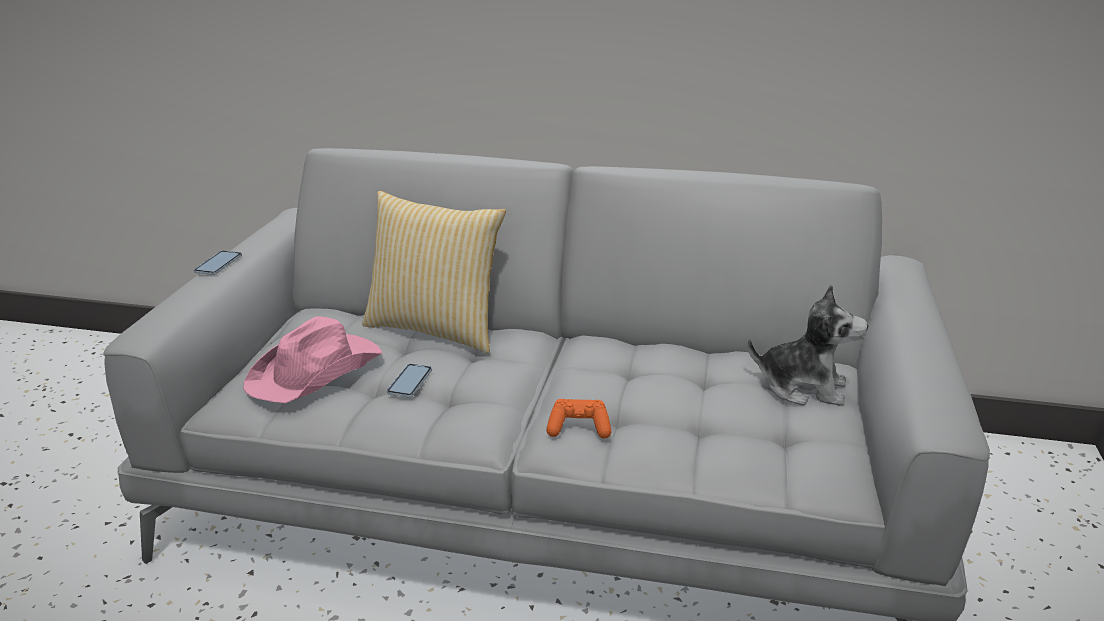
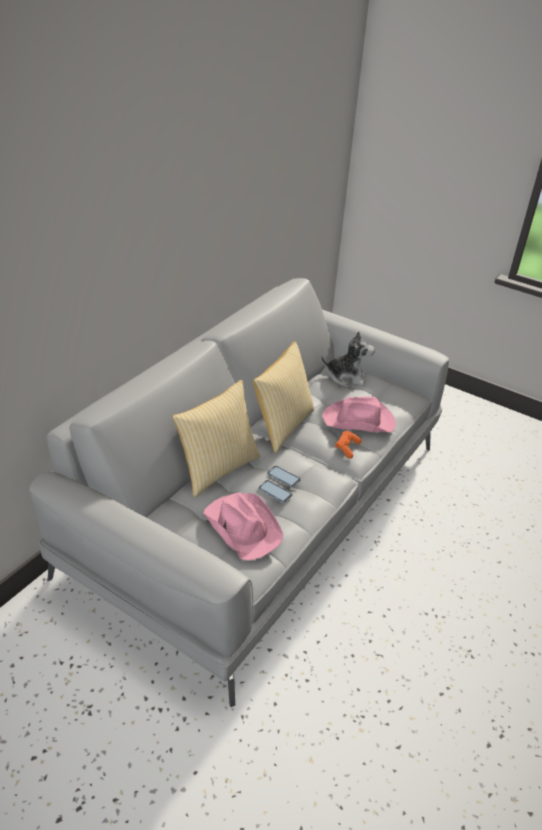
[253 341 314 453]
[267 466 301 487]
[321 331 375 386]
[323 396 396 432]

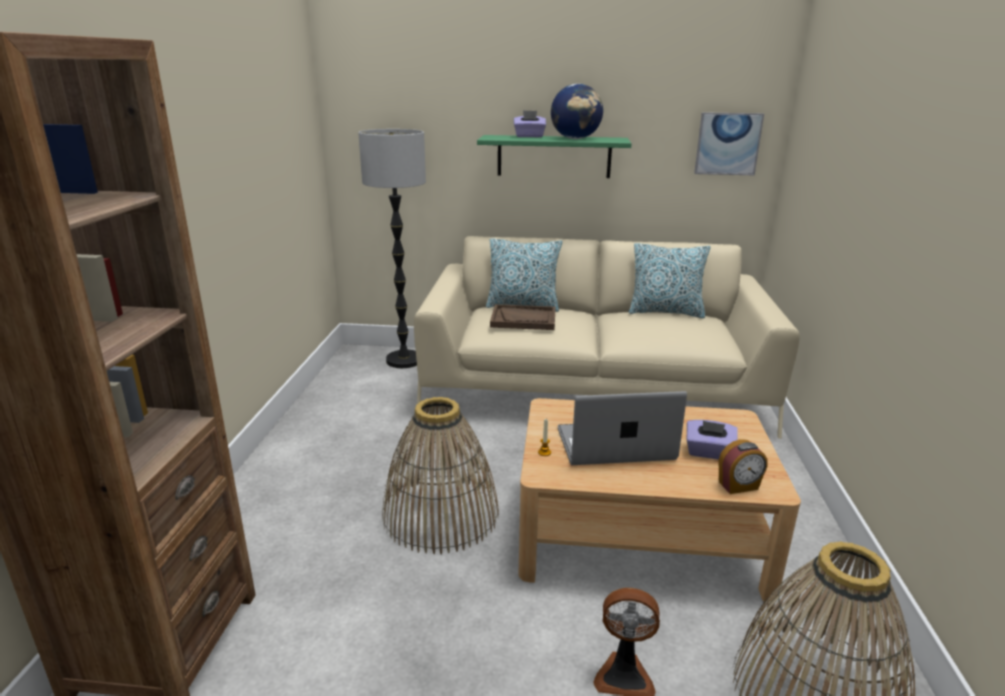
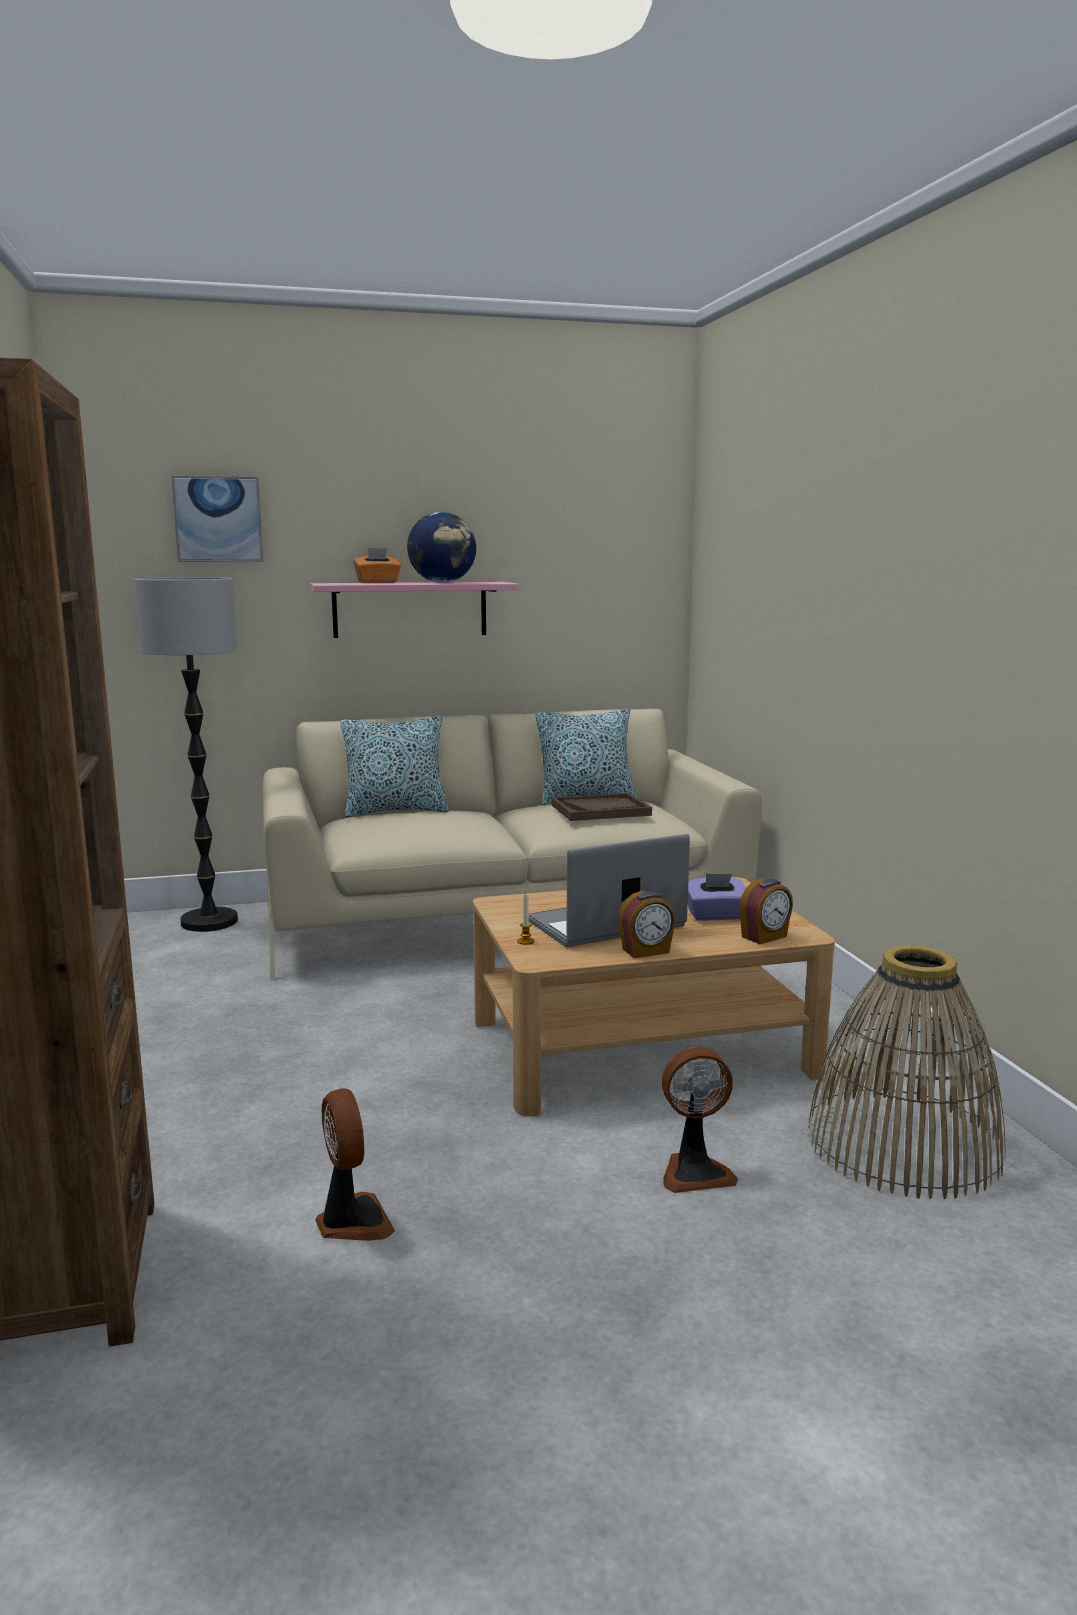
[171 476 263 562]
[310 582 519 638]
[315 1088 395 1241]
[353 548 401 583]
[552 793 652 821]
[618 891 676 958]
[382 397 499 554] (first image)

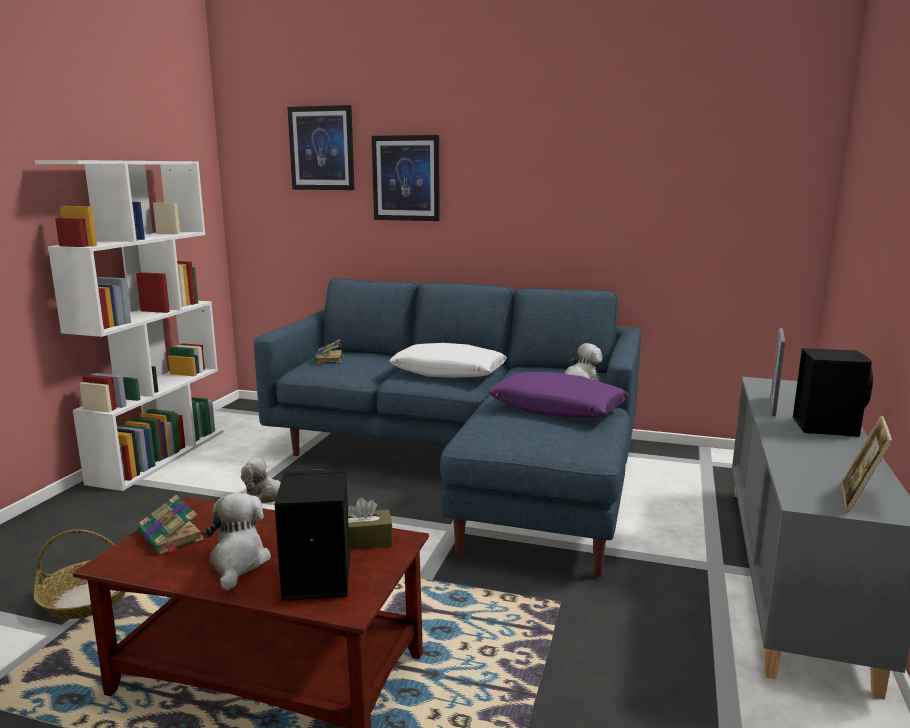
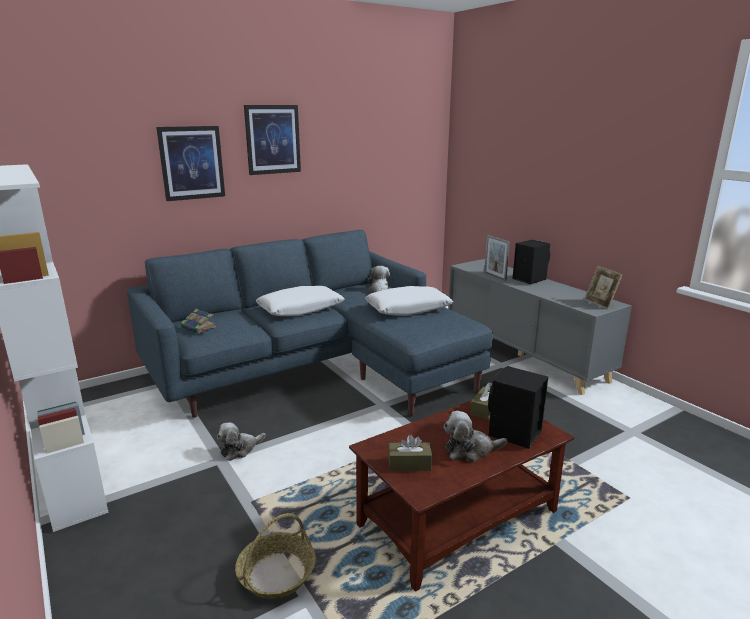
[244 105 301 175]
[365 286 453 316]
[388 435 432 471]
[444 411 507 462]

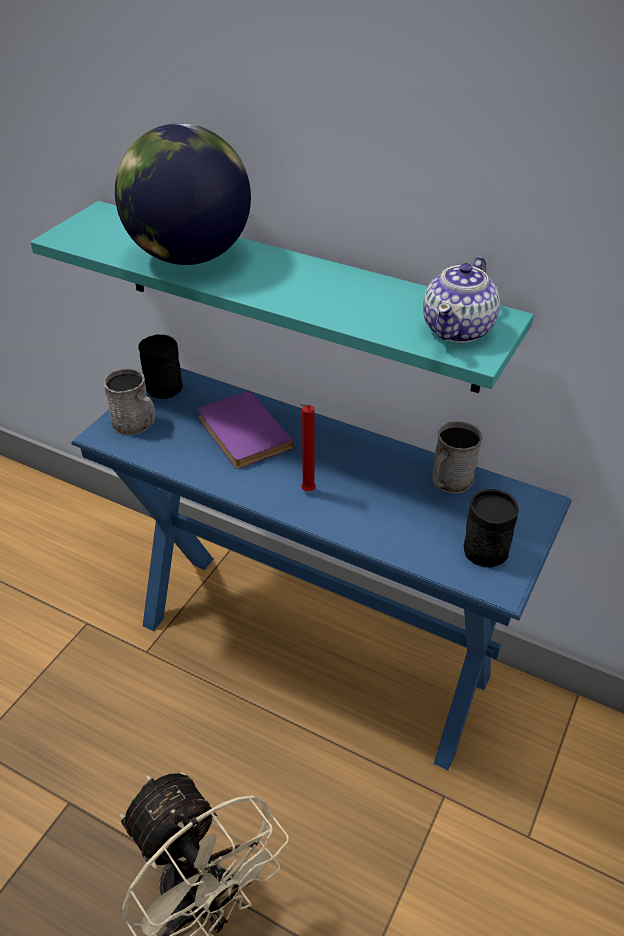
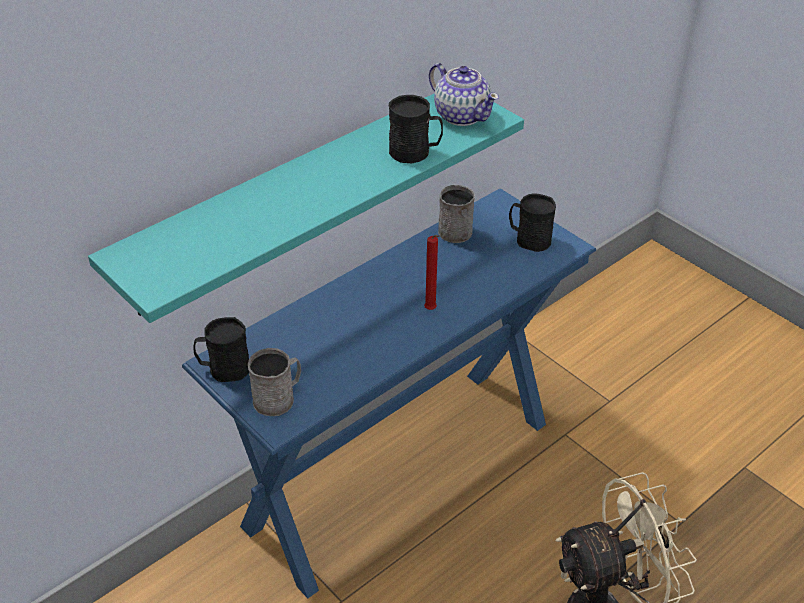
[388 95 443 163]
[115 123 251 265] (first image)
[198 390 294 469] (first image)

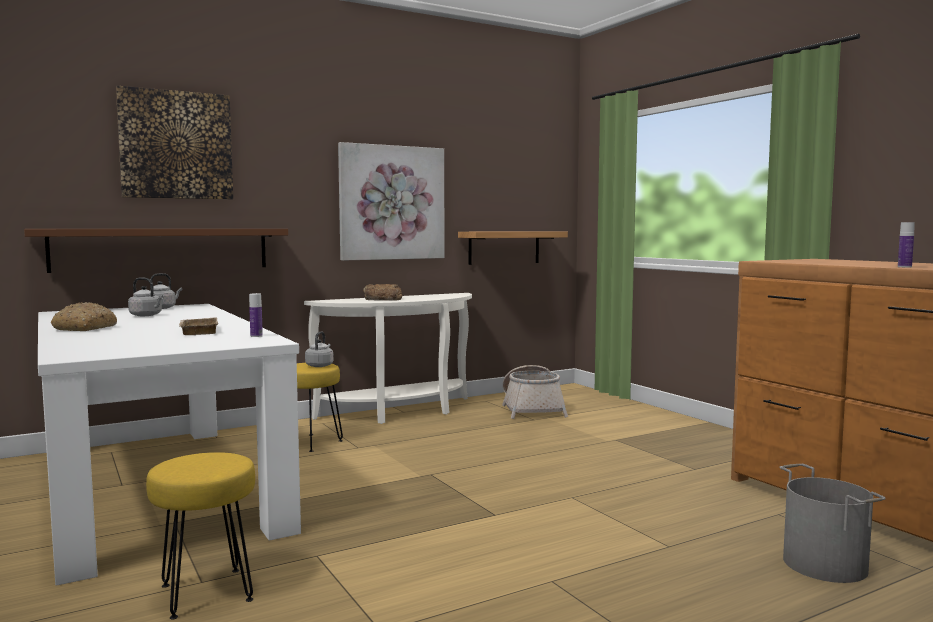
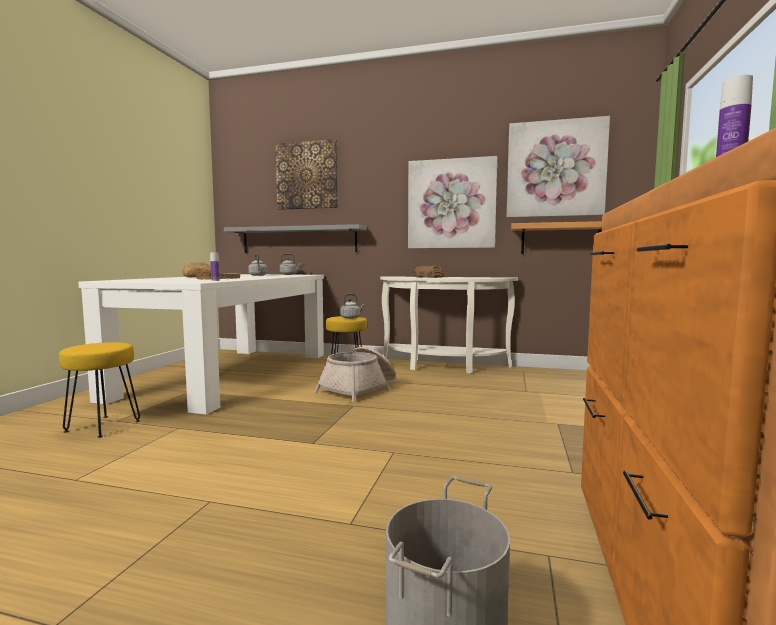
[224 224 366 253]
[314 347 396 402]
[507 116 610 218]

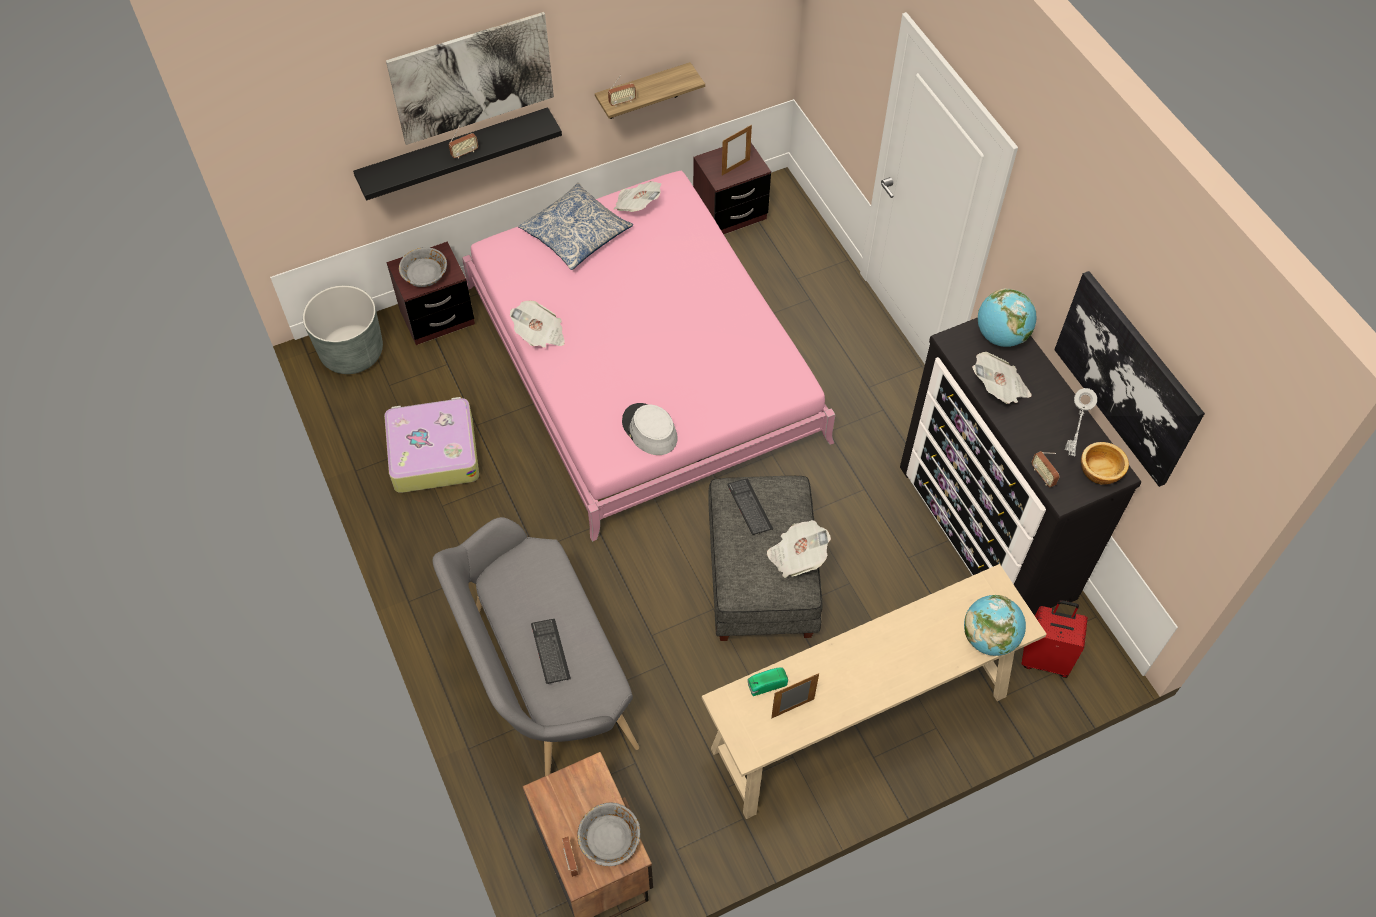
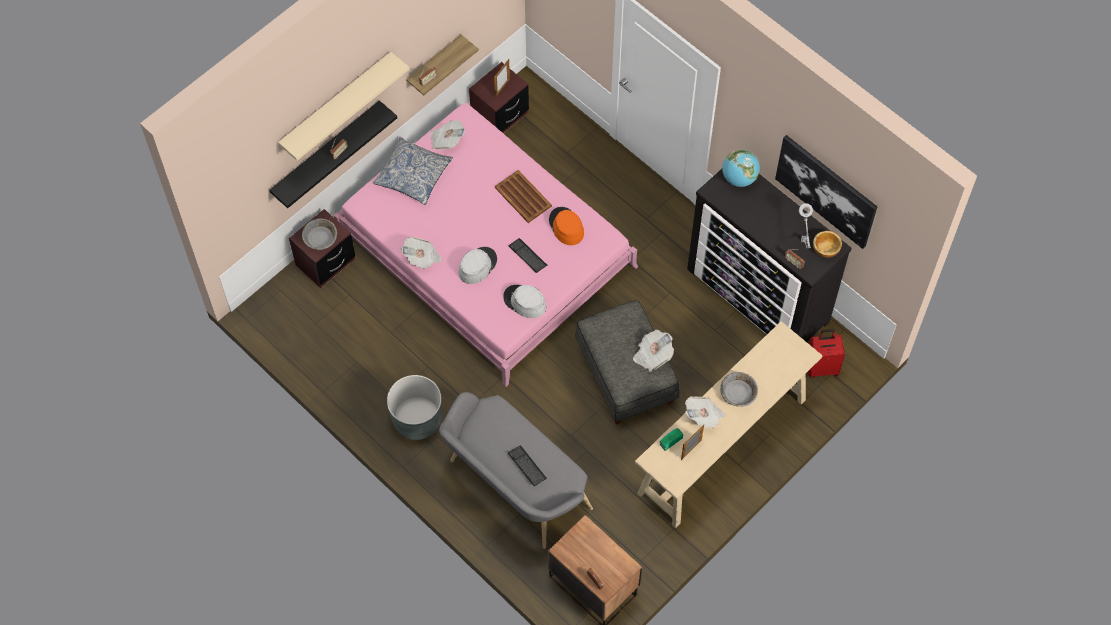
[278 52 409 161]
[387 375 442 440]
[458 247 497 284]
[495 170 552 223]
[509 238 547 273]
[549 207 584 245]
[685 397 725 429]
[720 372 758 407]
[384 397 479 493] (first image)
[964 595 1026 656] (first image)

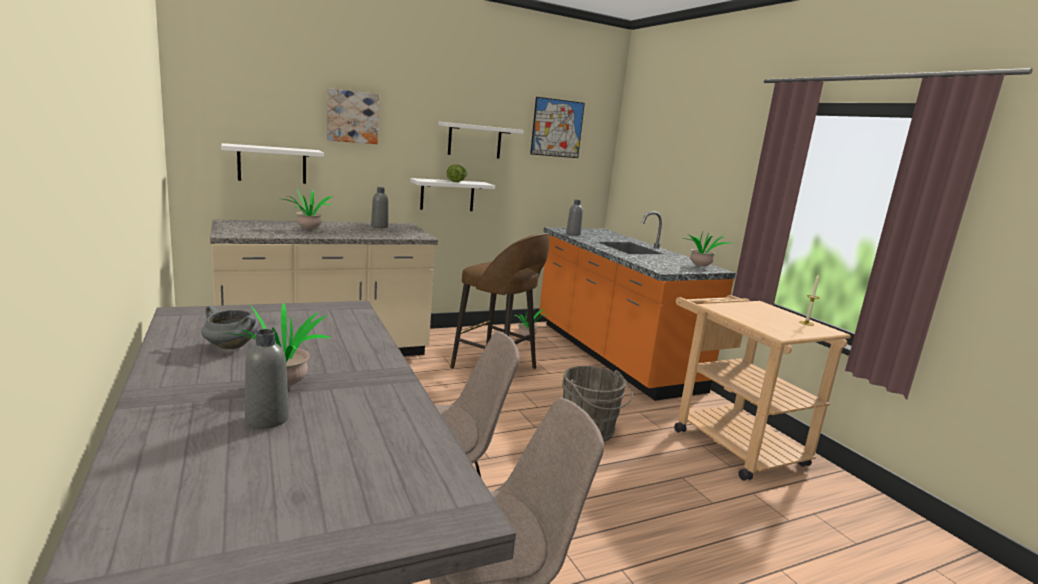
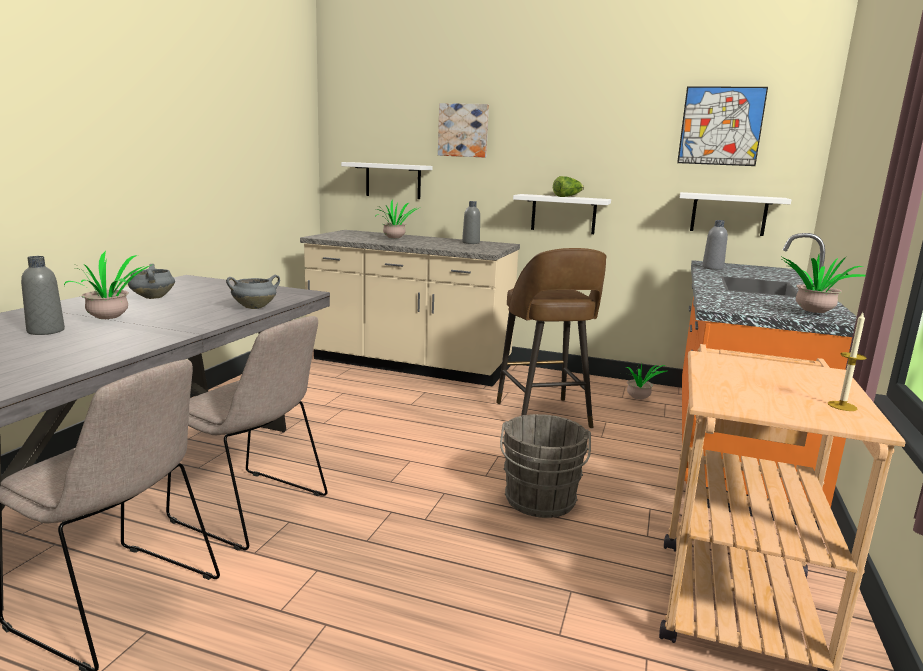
[226 275 280 309]
[680 192 791 236]

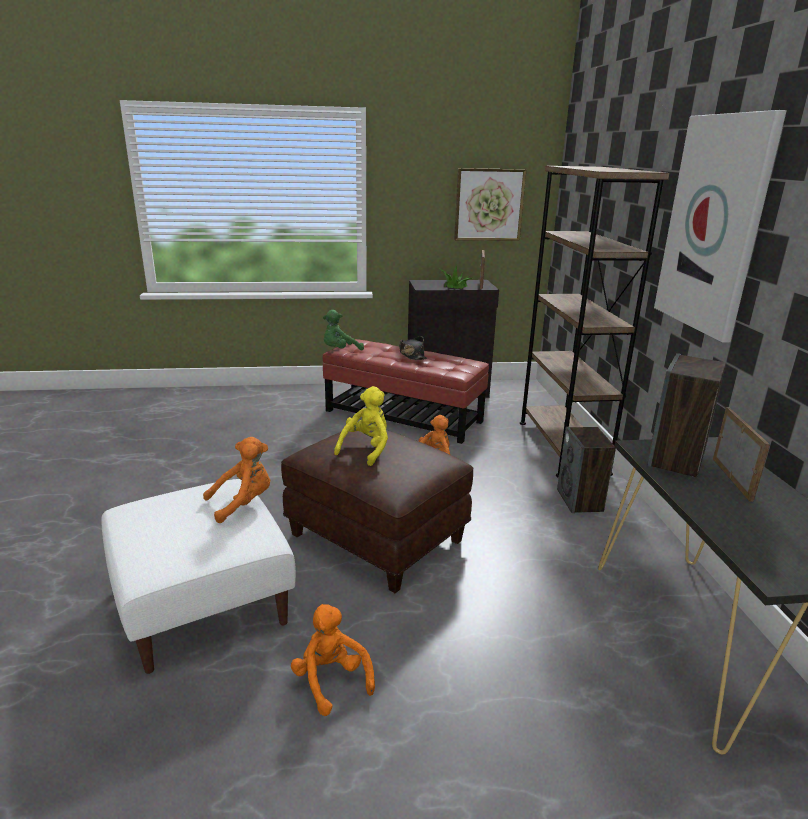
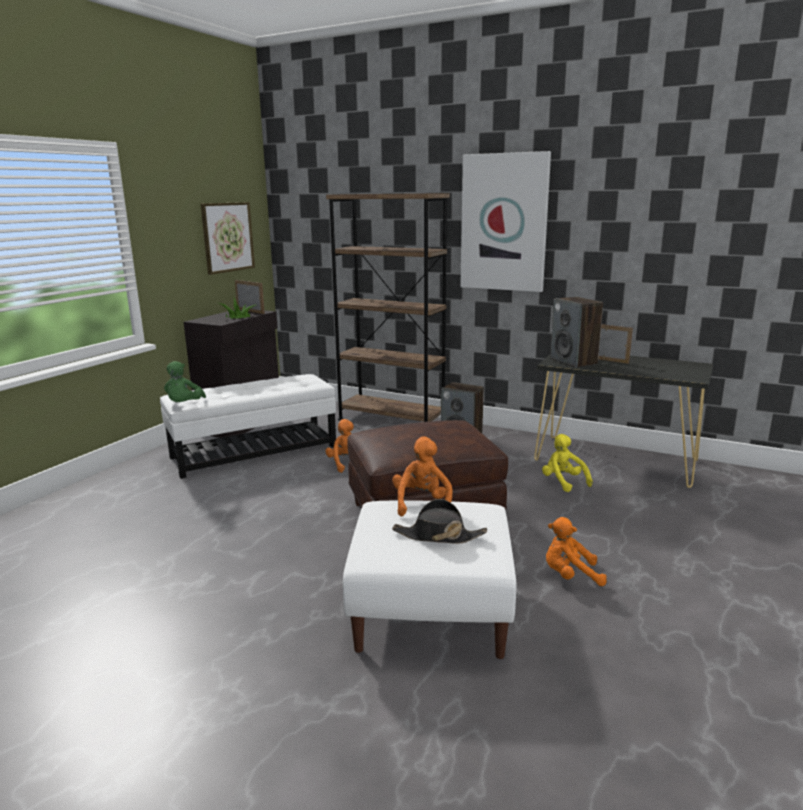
[160 374 336 479]
[392 499 487 544]
[542 434 593 492]

